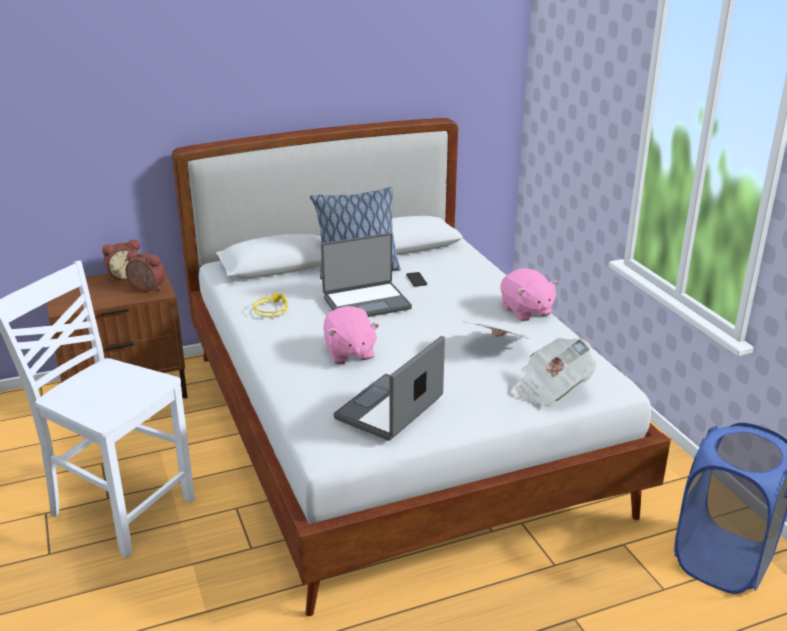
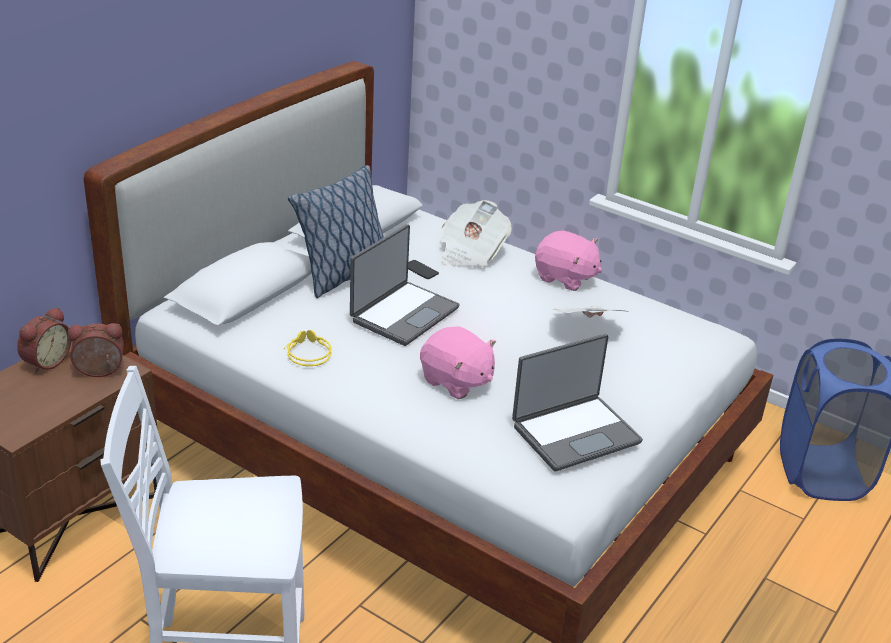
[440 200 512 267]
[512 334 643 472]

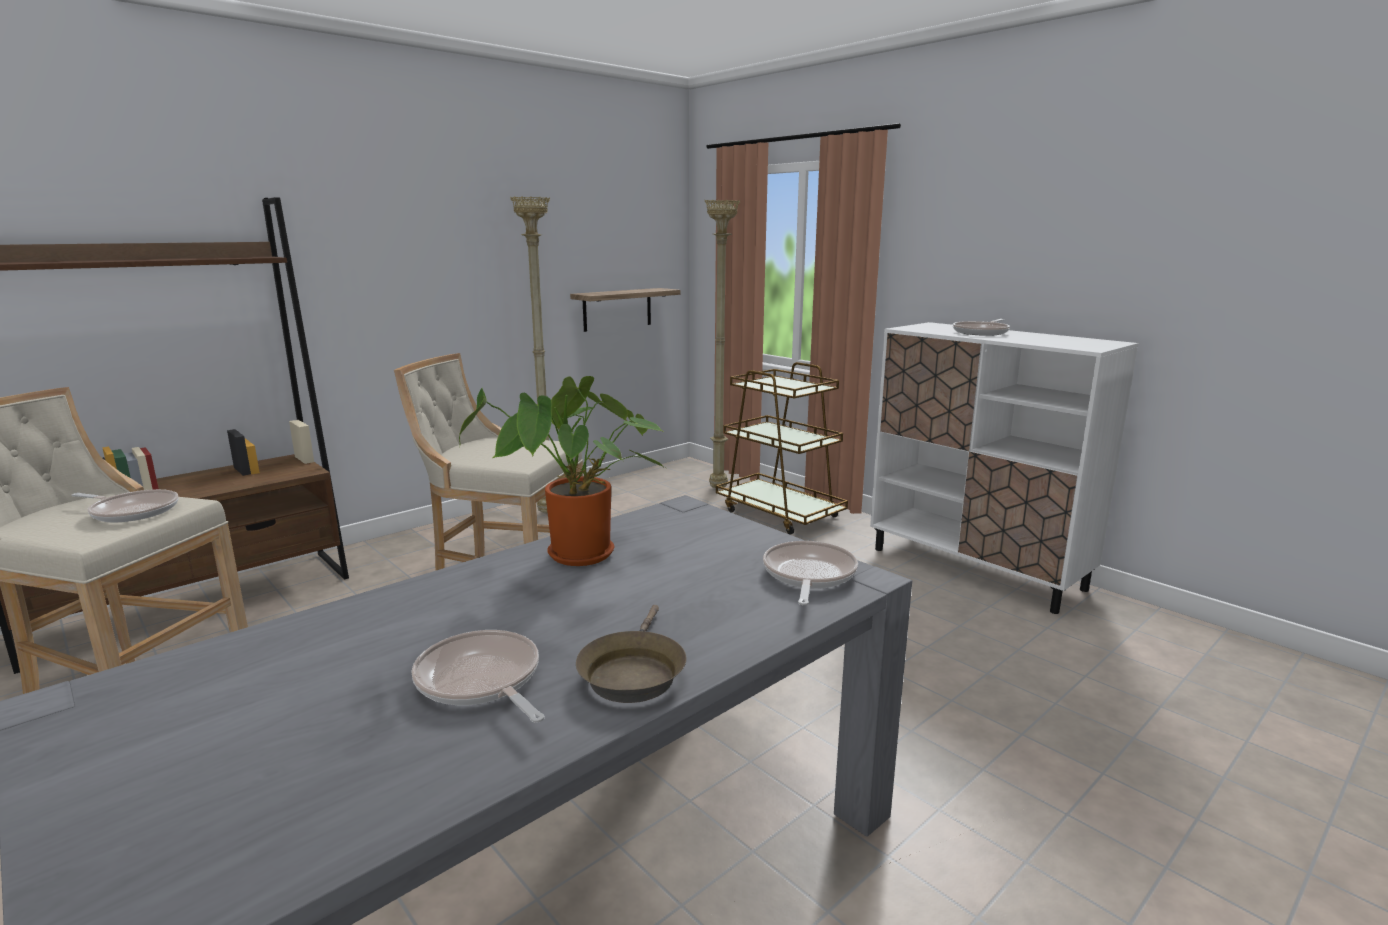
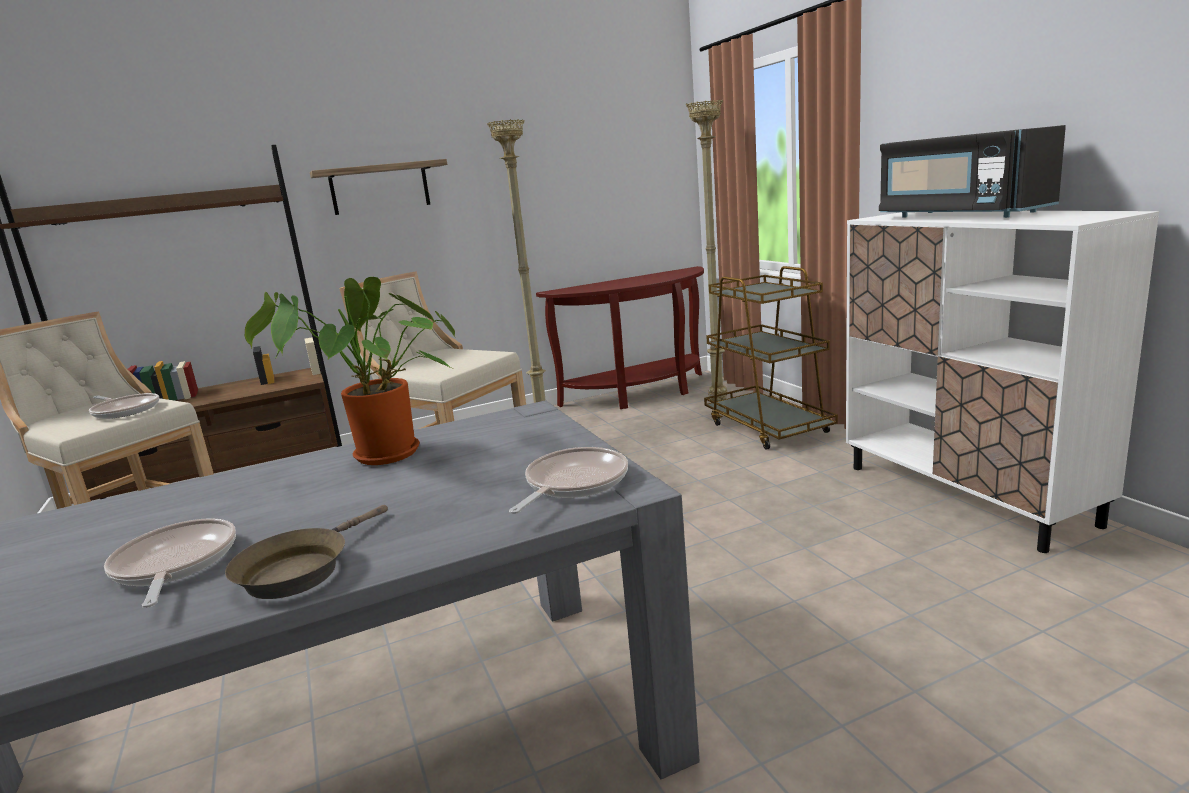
[310 159 447 215]
[536 266 704 409]
[879 125 1066 218]

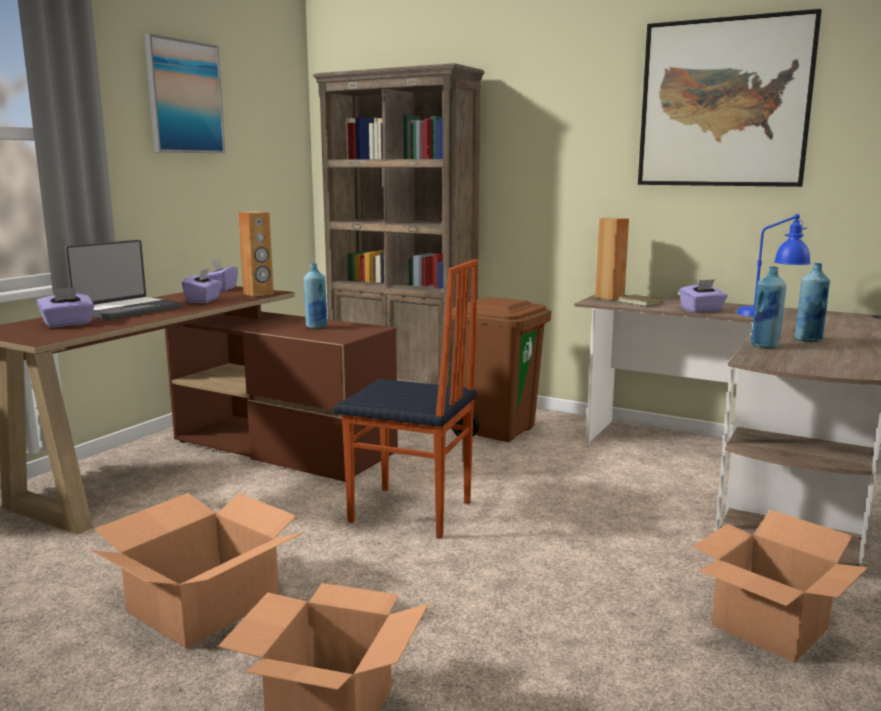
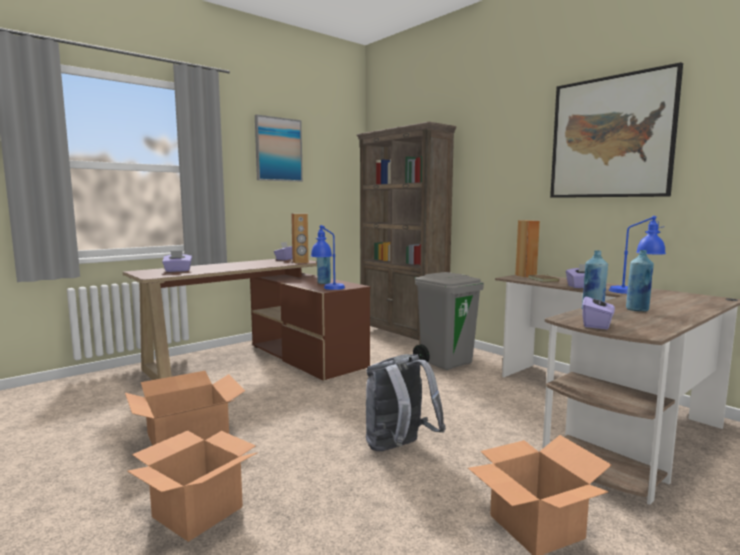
[311 225 345 290]
[366 354 446 451]
[413 272 484 370]
[582 292 615 329]
[65 240 181 320] (first image)
[333 259 478 538] (first image)

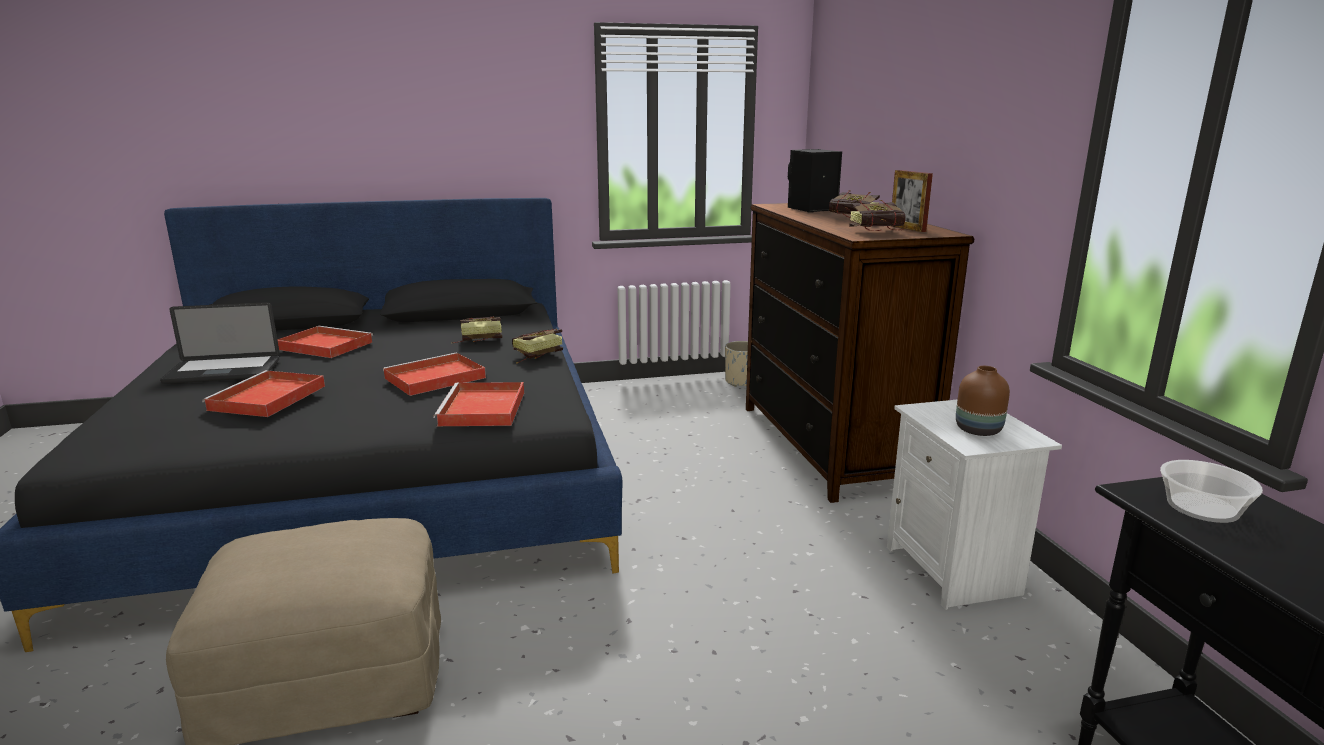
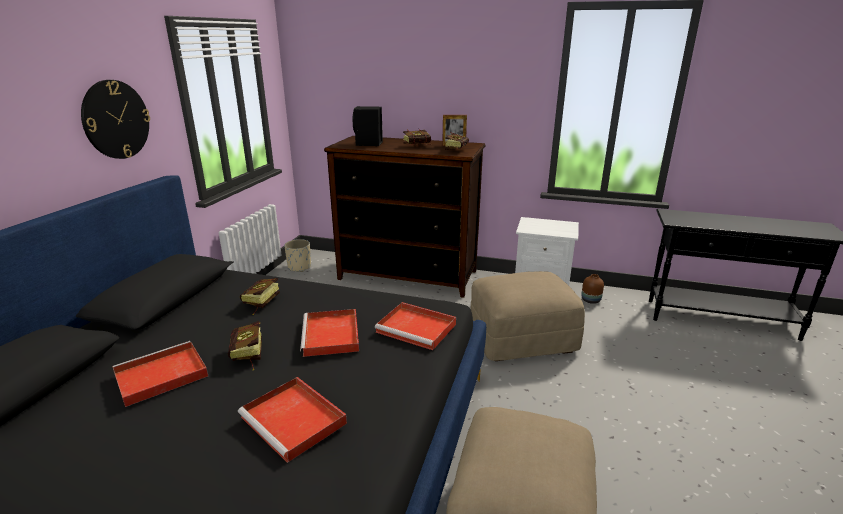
[81 80 150 159]
[227 321 262 370]
[471 271 585 361]
[581 274 604 304]
[160 302 280 384] (first image)
[1160 460 1263 523] (first image)

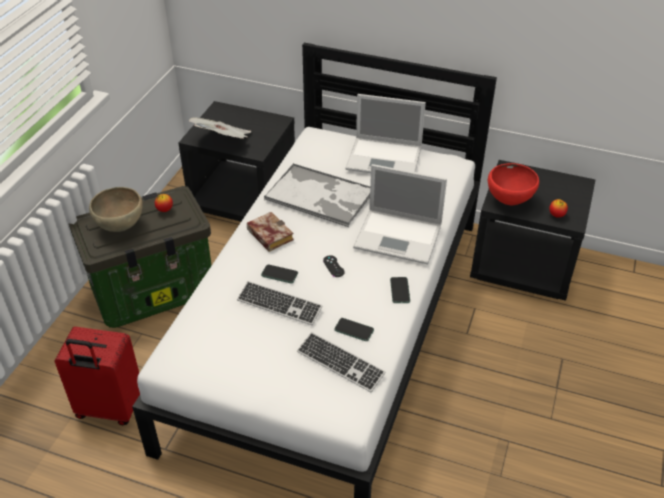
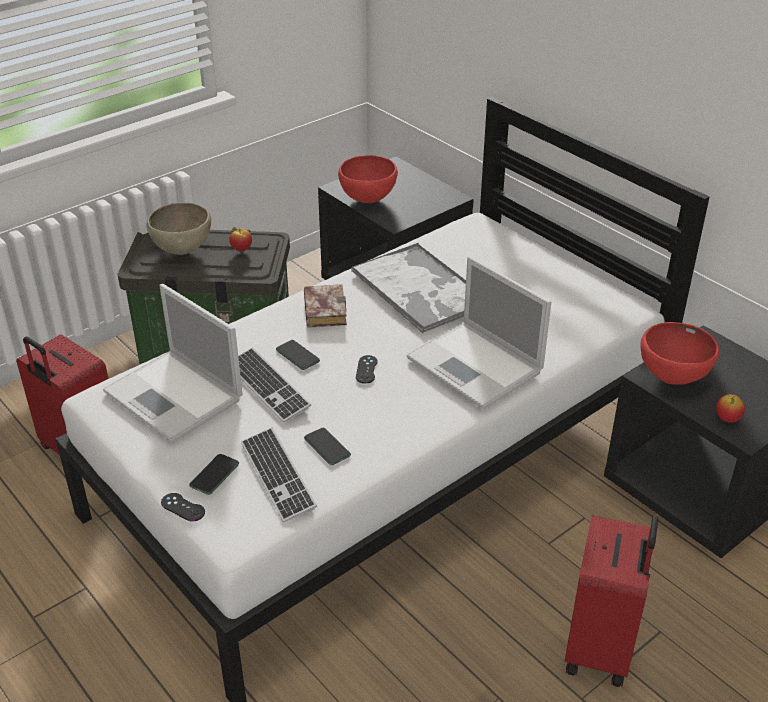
[103 284 243 443]
[161 493 205 522]
[189 454 239 495]
[338 155 398 203]
[565 515 659 687]

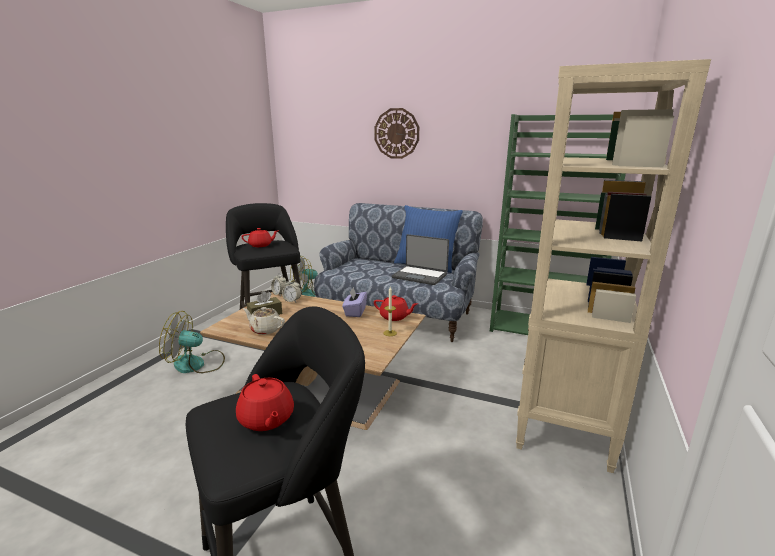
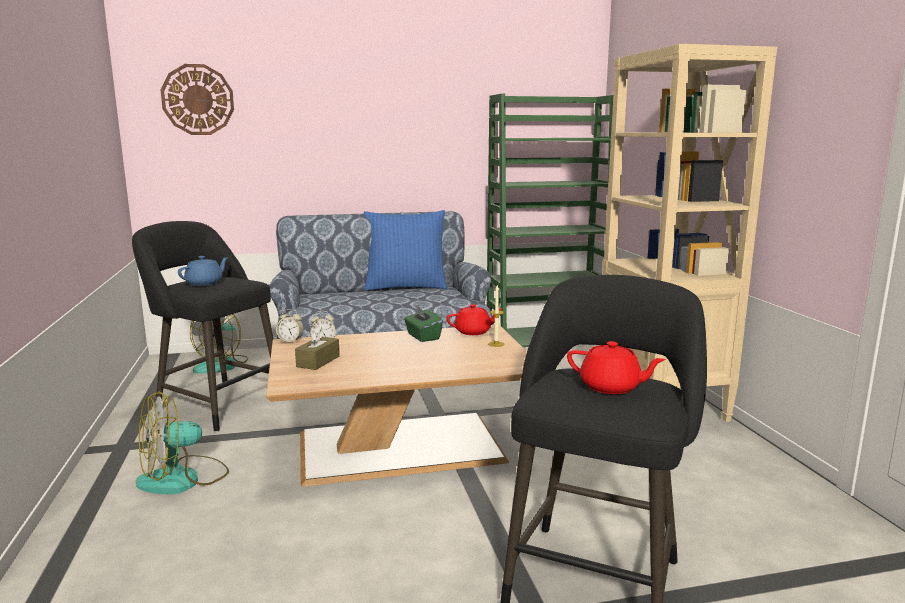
[161 64 234 135]
[178 256 229 286]
[404 305 443 342]
[243 307 285 335] (first image)
[392 234 449 285] (first image)

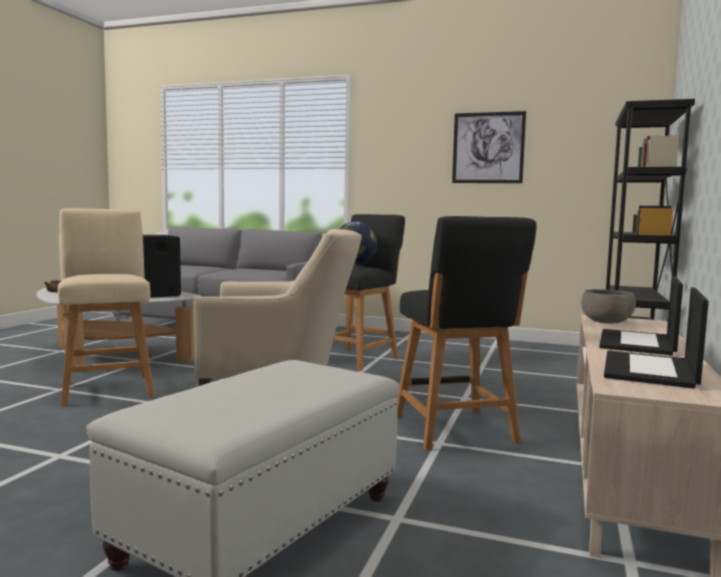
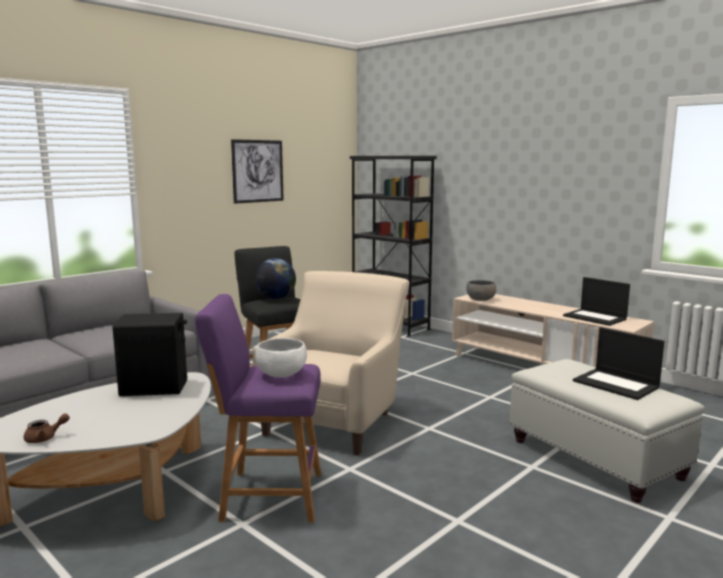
[195 294 321 522]
[255 338 307 378]
[573 327 664 400]
[397 216 537 450] (first image)

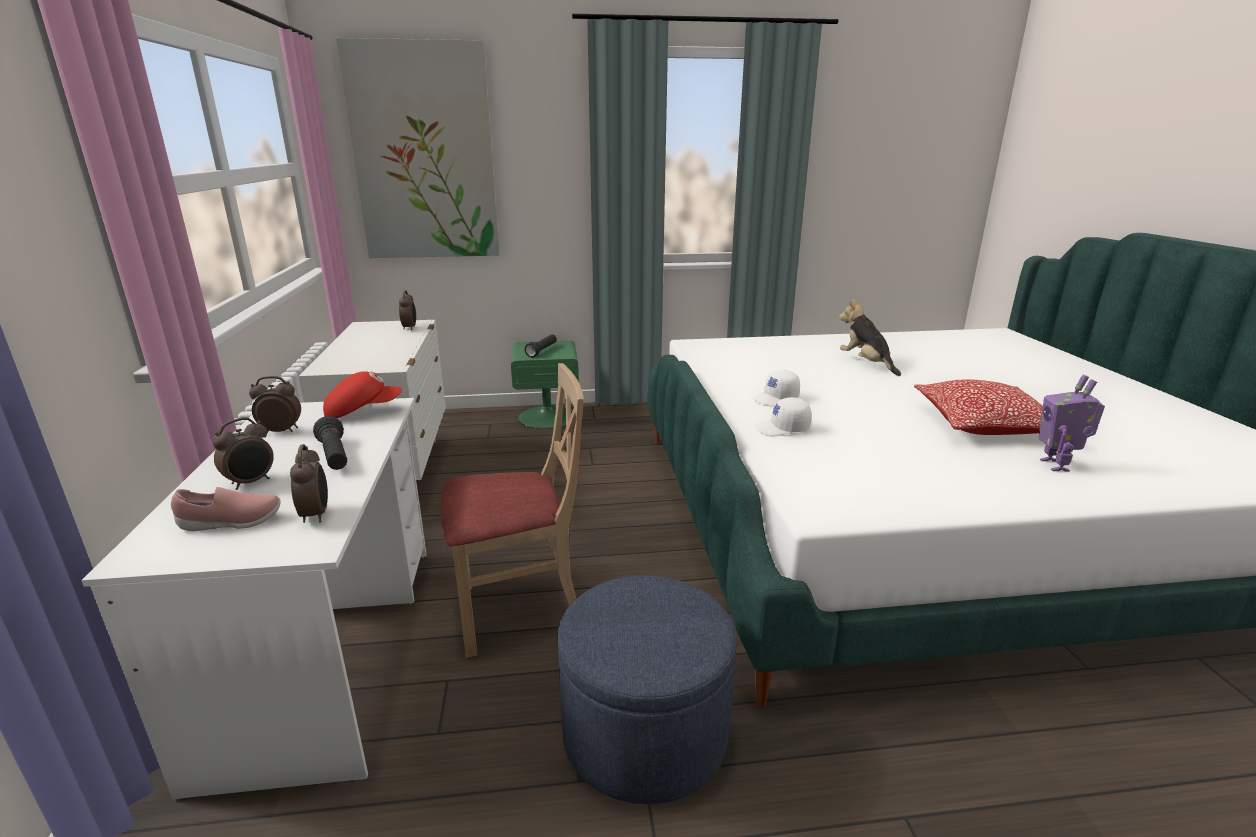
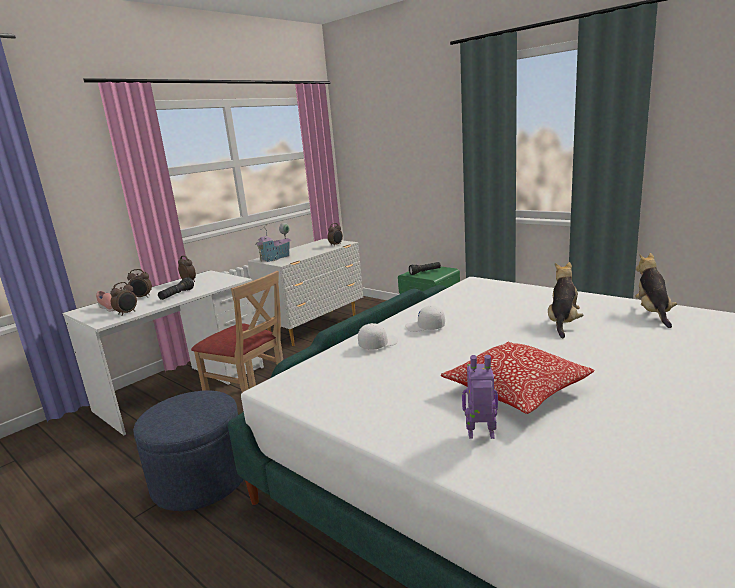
[255 223 292 262]
[358 323 398 350]
[462 355 498 439]
[635 253 677 328]
[323 371 402 418] (first image)
[336 38 500 258] (first image)

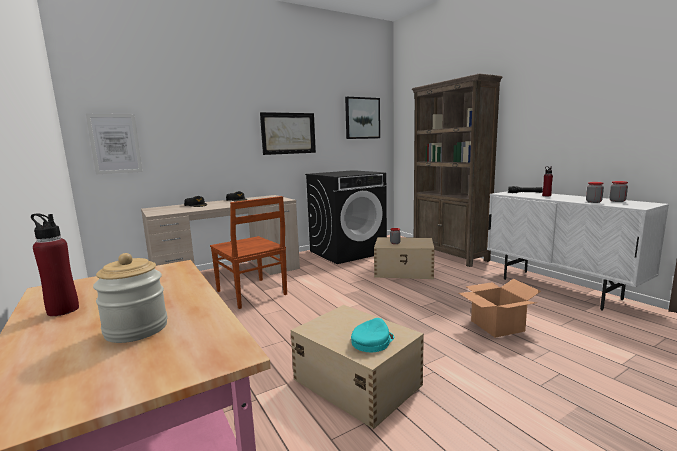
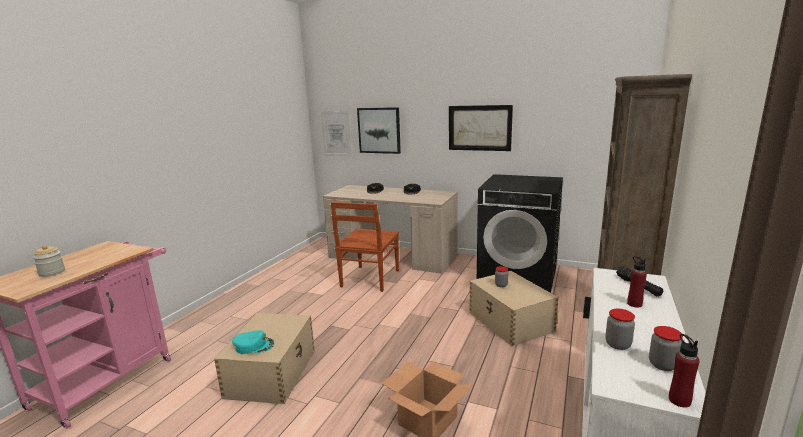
[357 107 401 154]
[669 334 700 408]

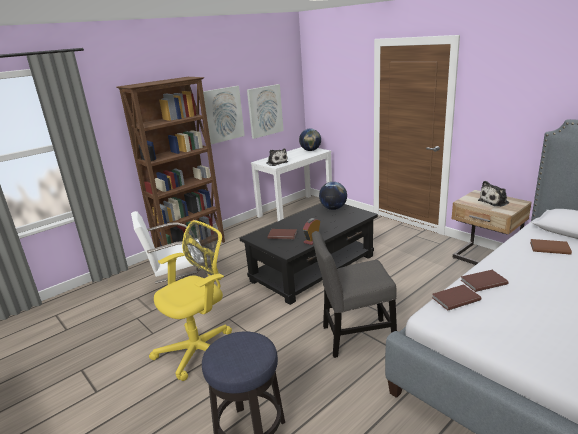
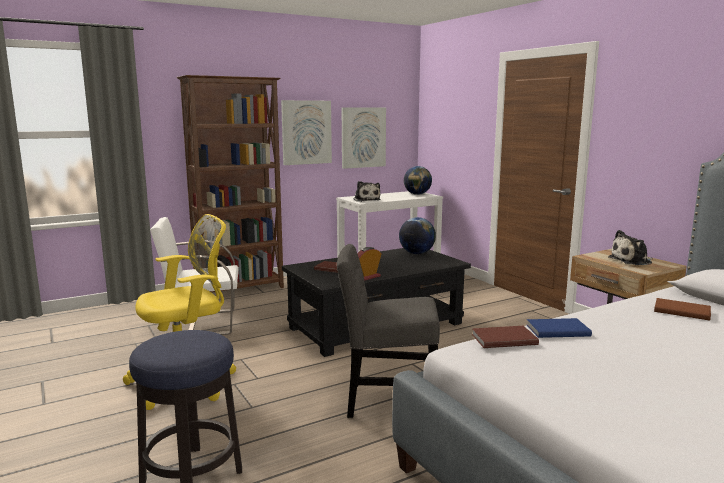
[527 318 592 338]

